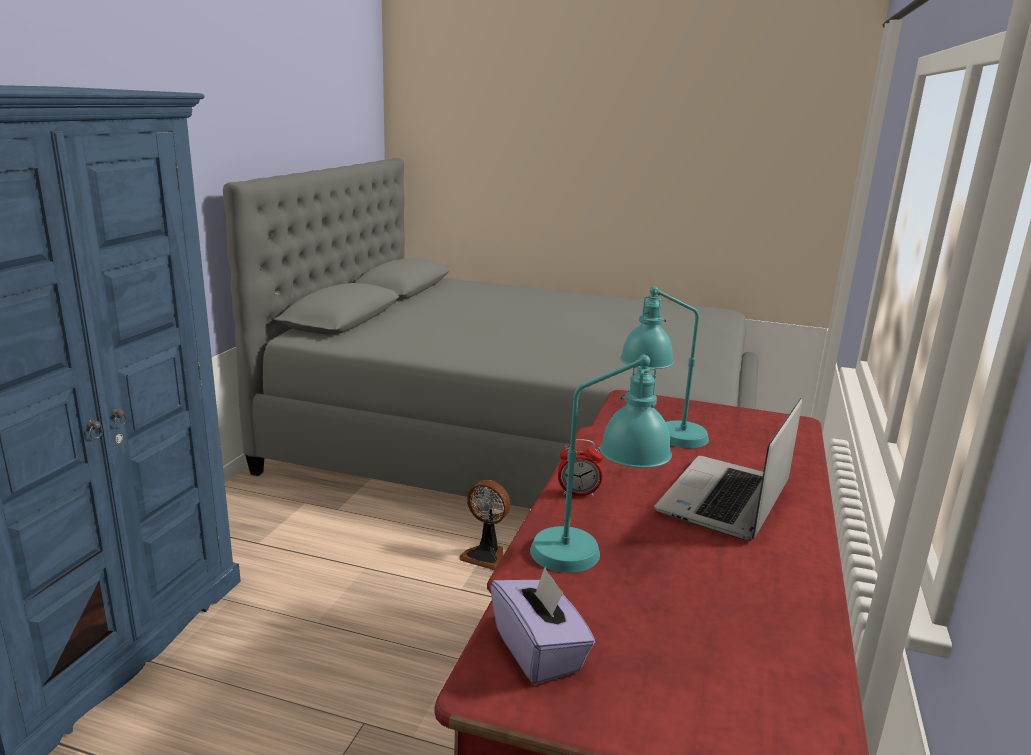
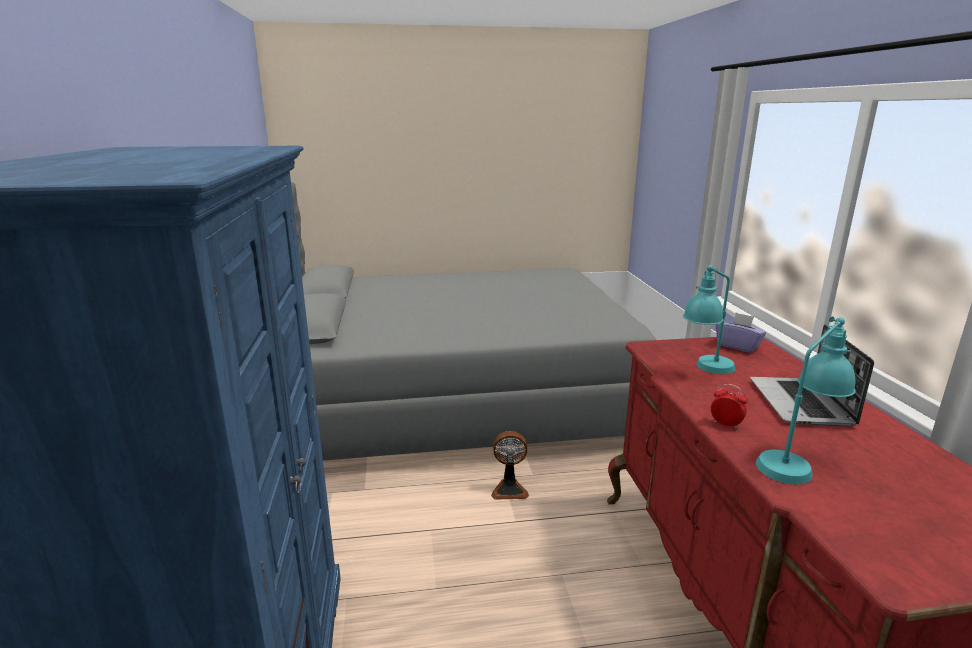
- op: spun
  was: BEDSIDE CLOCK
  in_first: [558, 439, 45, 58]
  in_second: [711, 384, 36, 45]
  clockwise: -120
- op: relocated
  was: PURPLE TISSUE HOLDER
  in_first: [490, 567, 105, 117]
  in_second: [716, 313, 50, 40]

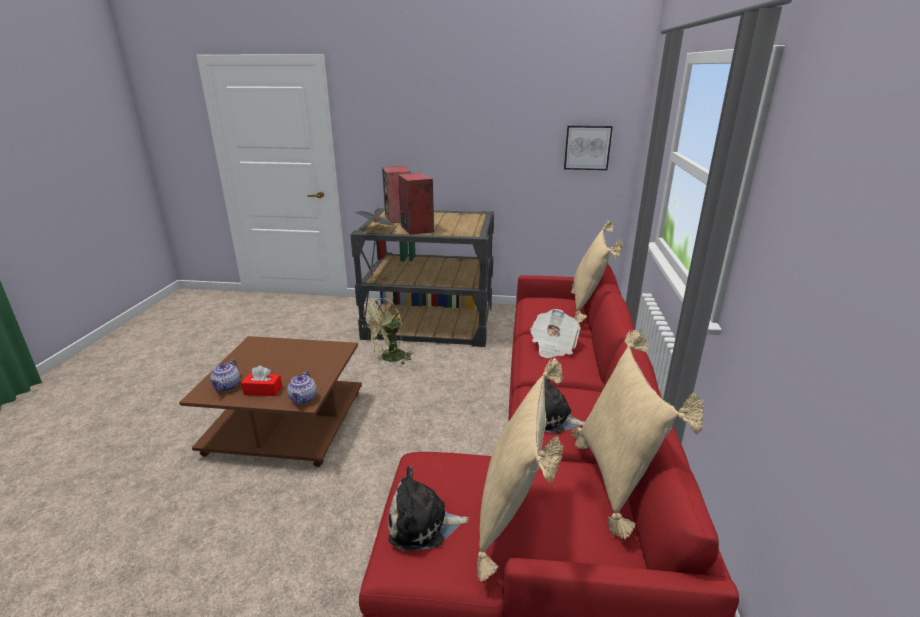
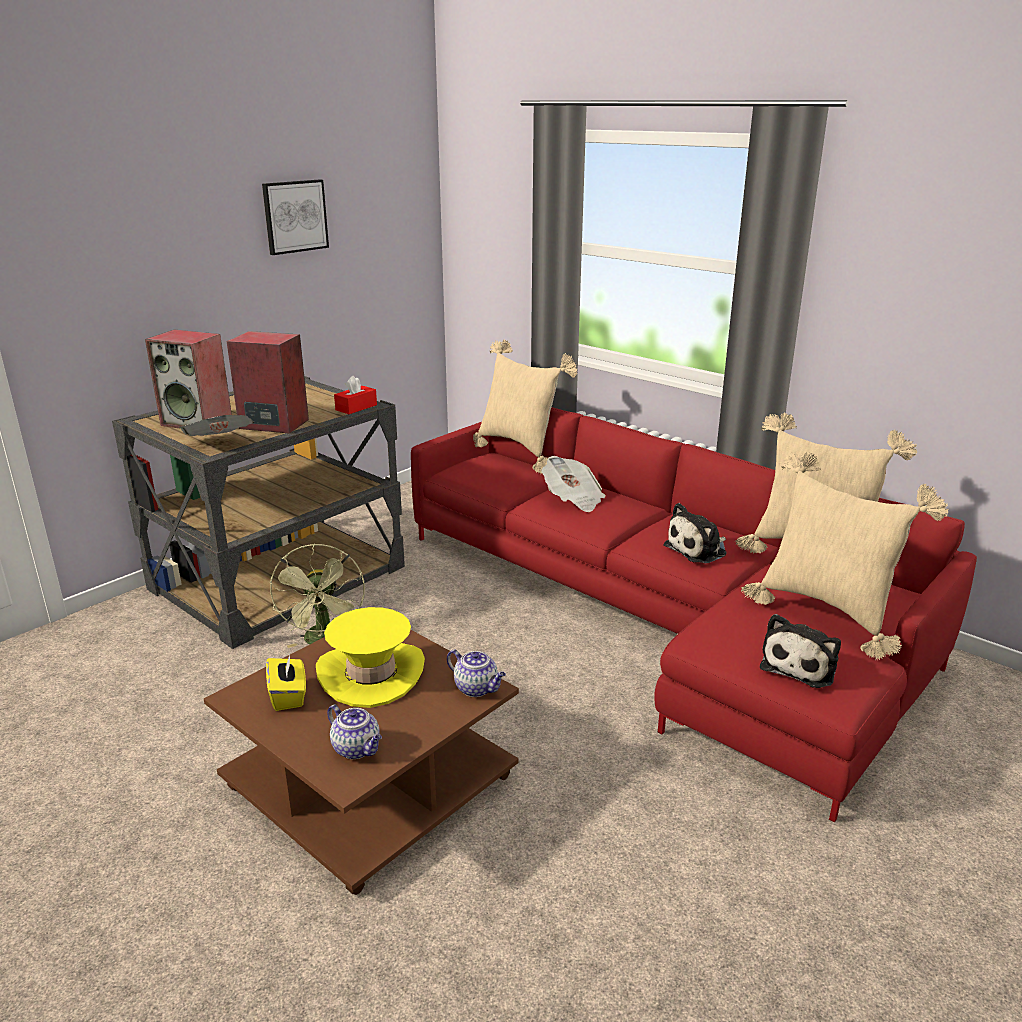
- op: relocated
  was: WALL ART
  in_first: [564, 126, 49, 44]
  in_second: [262, 179, 67, 76]
- op: relocated
  was: RED-COLOURED TISSUE HOLDER
  in_first: [241, 366, 41, 30]
  in_second: [334, 376, 43, 38]
- op: appeared
  now: YELLOWISH CLOTHING HAT
  in_second: [316, 607, 109, 101]
- op: appeared
  now: YELLOWISH TISSUE HOLDER
  in_second: [266, 654, 40, 57]

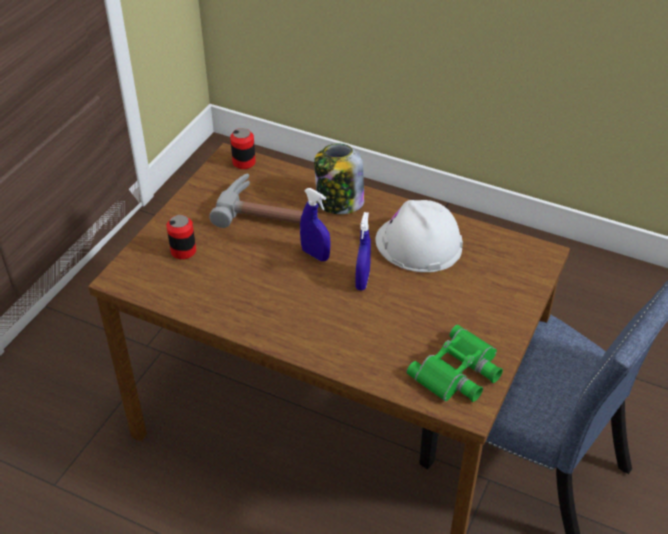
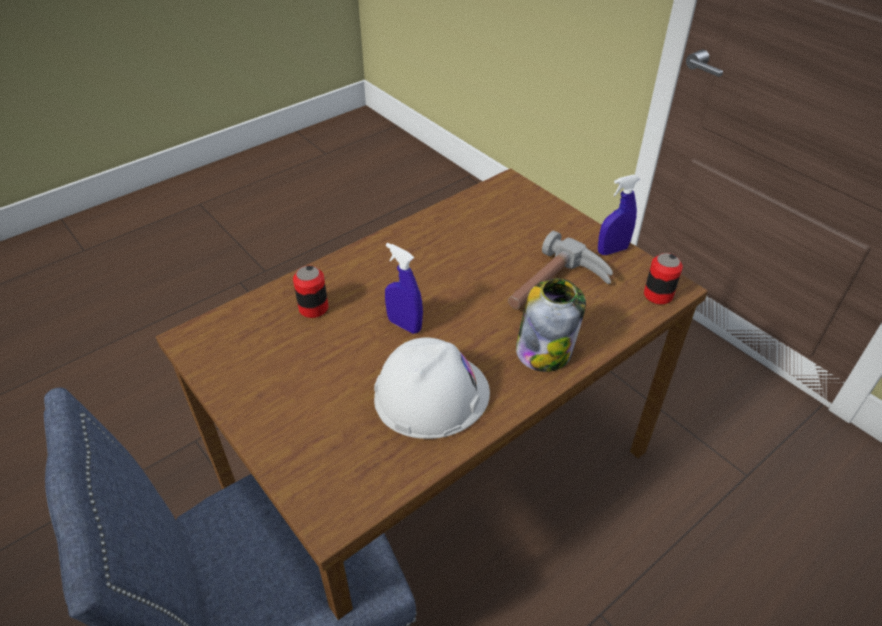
- op: relocated
  was: BLUE-COLOURED SPRAY BOTTLE
  in_first: [300, 188, 30, 73]
  in_second: [598, 174, 42, 81]
- op: relocated
  was: CAN
  in_first: [167, 215, 29, 44]
  in_second: [293, 266, 35, 52]
- op: missing
  was: GREEN BINOCULARS
  in_first: [407, 325, 96, 77]

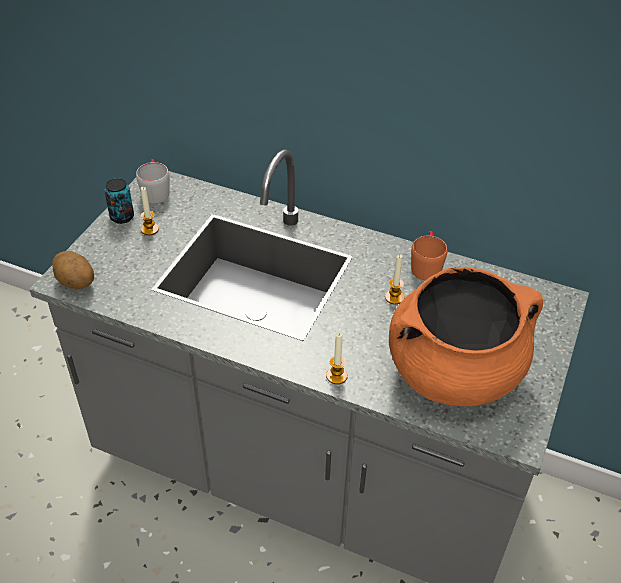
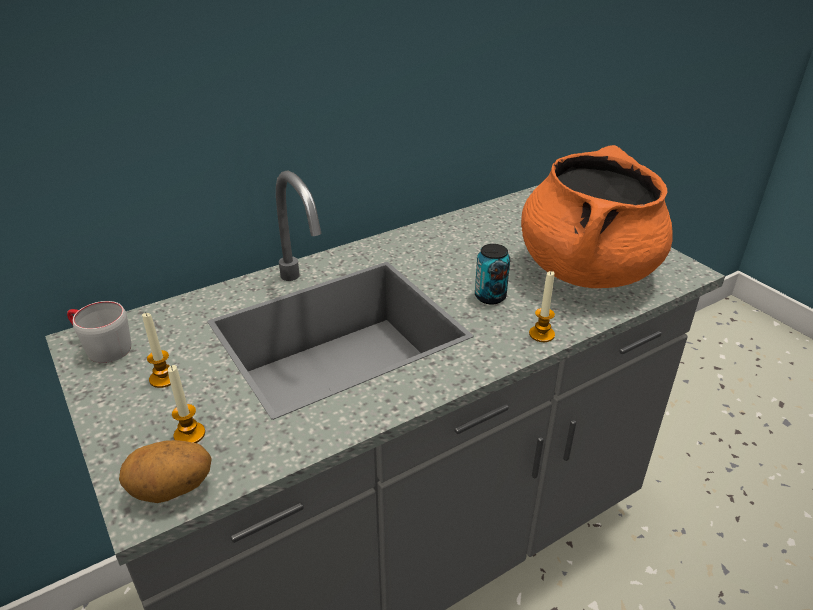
- op: relocated
  was: CAN
  in_first: [104, 178, 30, 46]
  in_second: [475, 244, 35, 61]
- op: missing
  was: ORANGEY COFFEE MUG
  in_first: [411, 231, 37, 49]
- op: relocated
  was: CANDLE
  in_first: [385, 254, 20, 50]
  in_second: [168, 365, 37, 78]

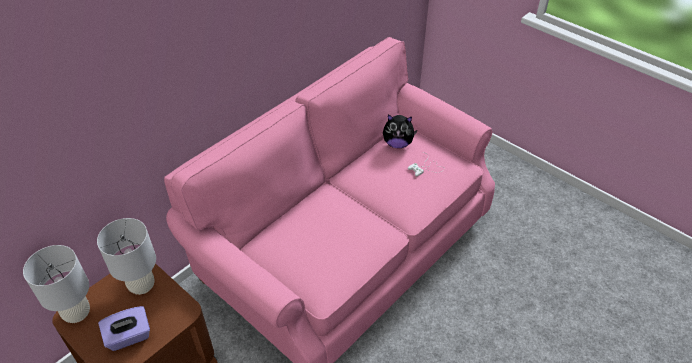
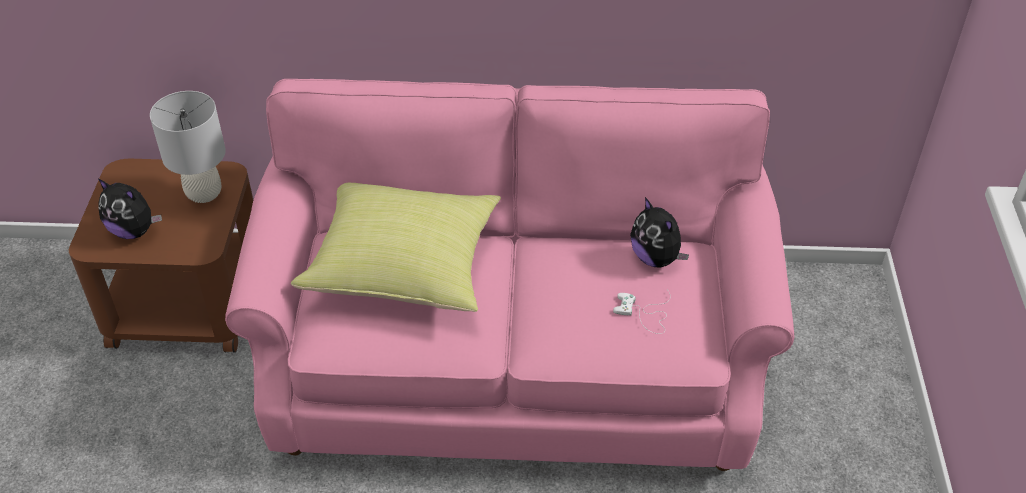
- op: missing
  was: GREY TABLETOP LAMP
  in_first: [23, 245, 67, 78]
- op: exchanged
  was: PURPLE TISSUE HOLDER
  now: CUDDLY TOY
  in_first: [98, 306, 52, 45]
  in_second: [98, 179, 64, 60]
- op: appeared
  now: YELLOWISH THROW PILLOW
  in_second: [291, 182, 210, 130]

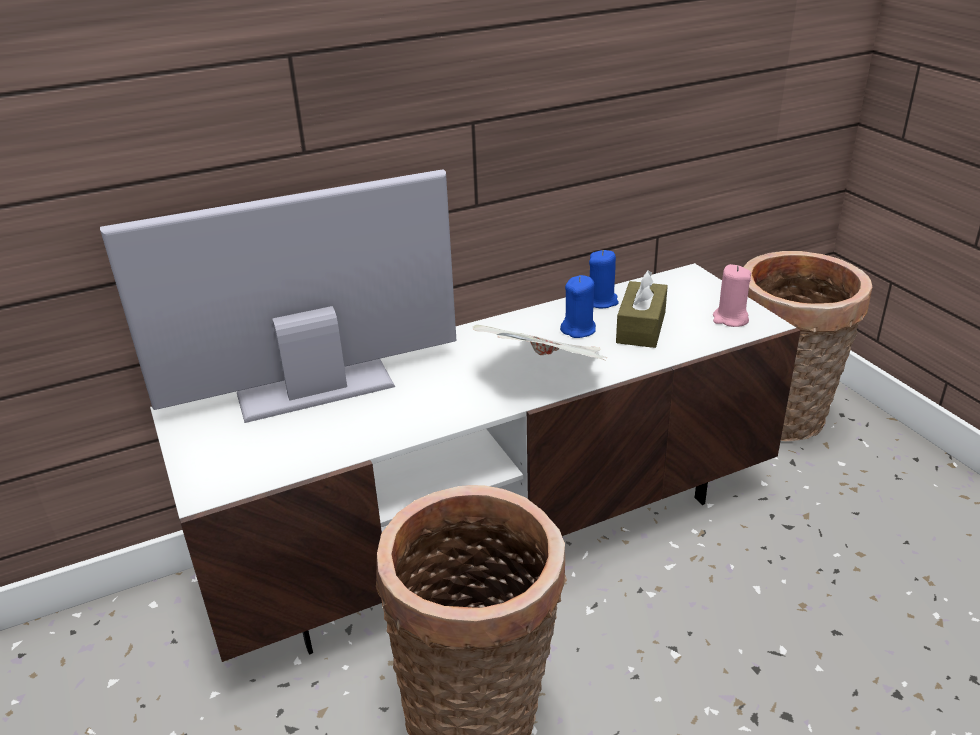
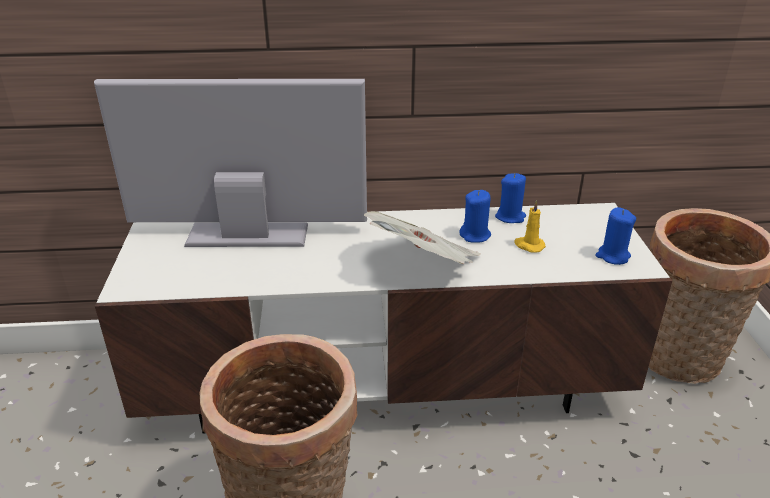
- op: colour
  was: PINK CANDLE
  now: BLUE-COLOURED CANDLE
  in_first: [713, 264, 38, 63]
  in_second: [596, 207, 40, 58]
- op: exchanged
  was: BROWN-COLOURED TISSUE HOLDER
  now: YELLOWISH CANDLE
  in_first: [616, 270, 52, 78]
  in_second: [514, 200, 32, 53]

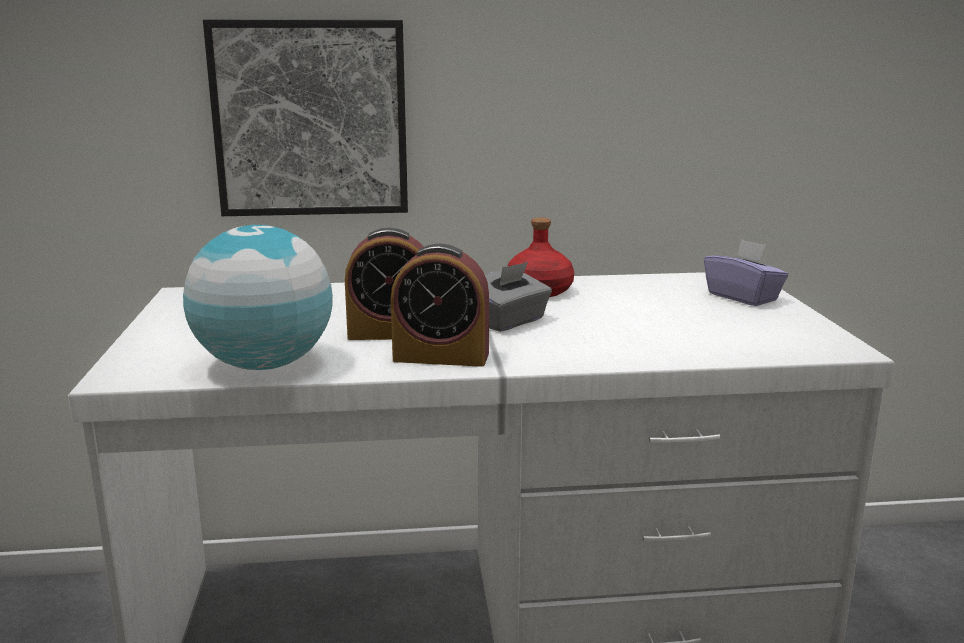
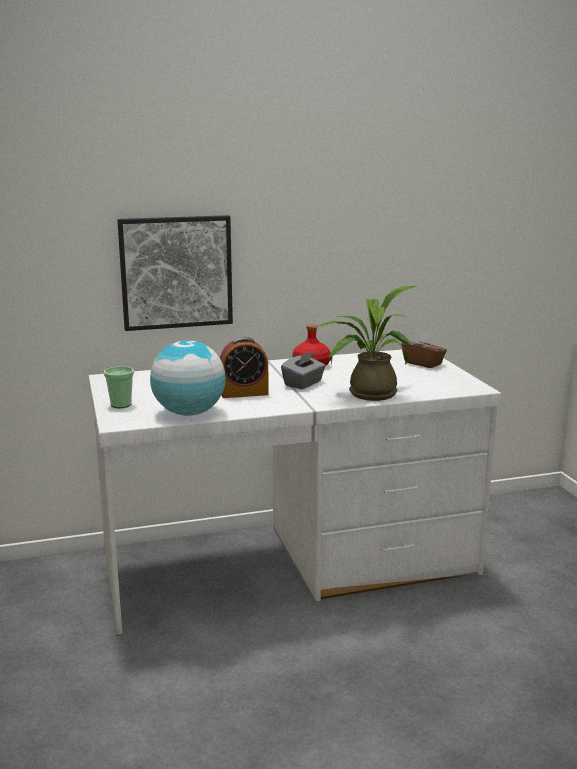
- op: colour
  was: PURPLE TISSUE HOLDER
  now: BROWN-COLOURED TISSUE HOLDER
  in_first: [704, 239, 84, 67]
  in_second: [401, 332, 46, 36]
- op: missing
  was: BEDSIDE CLOCK
  in_first: [391, 243, 98, 124]
- op: appeared
  now: PLANT IN A POT
  in_second: [313, 286, 104, 115]
- op: appeared
  now: DRINKING CUP
  in_second: [104, 366, 30, 42]

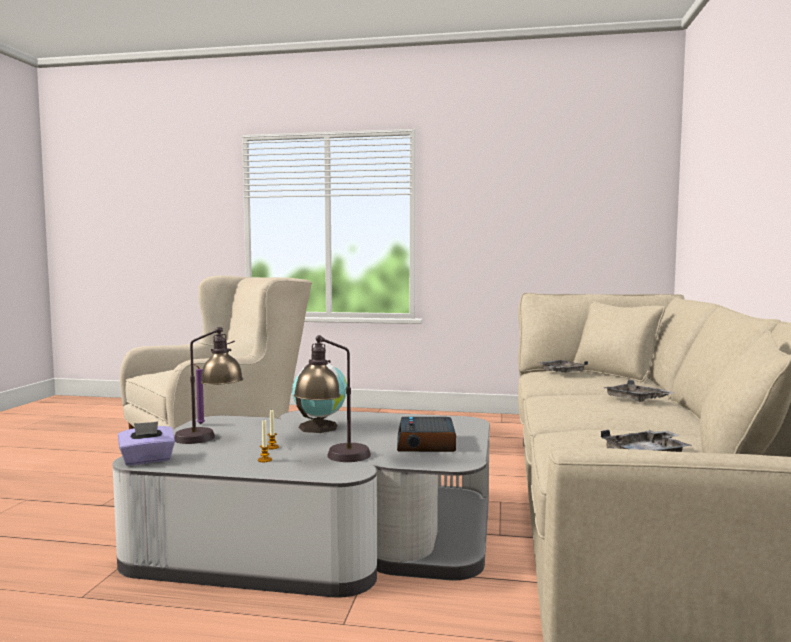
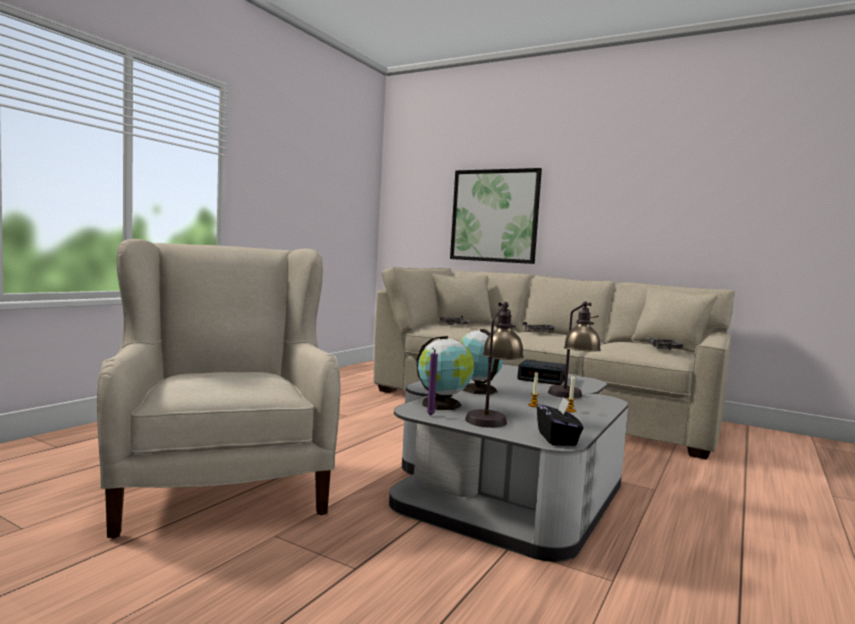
- op: colour
  was: PURPLE TISSUE HOLDER
  now: BLACKISH TISSUE HOLDER
  in_first: [118, 421, 57, 45]
  in_second: [537, 397, 47, 49]
- op: appeared
  now: WALL ART
  in_second: [450, 168, 92, 96]
- op: appeared
  now: DESK GLOBE
  in_second: [417, 336, 57, 74]

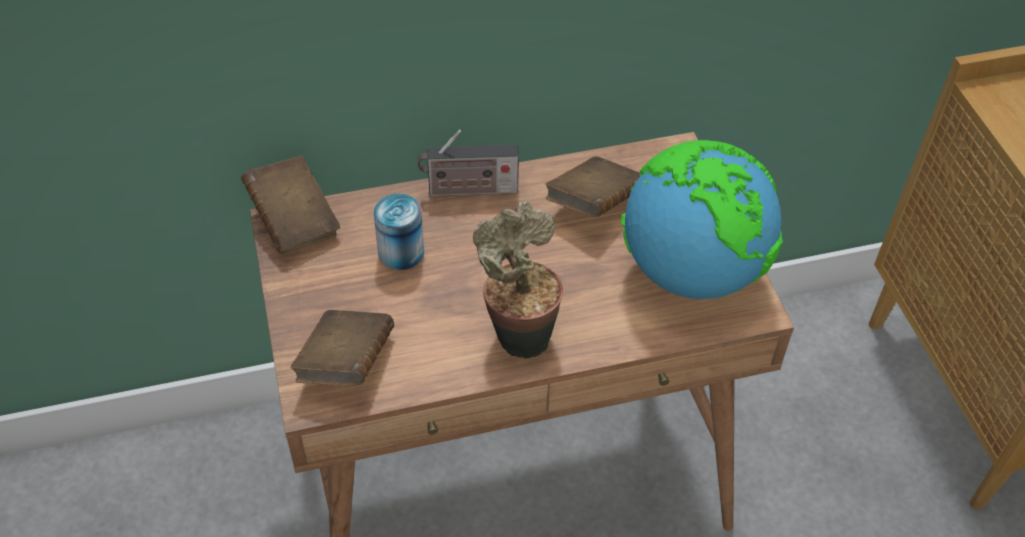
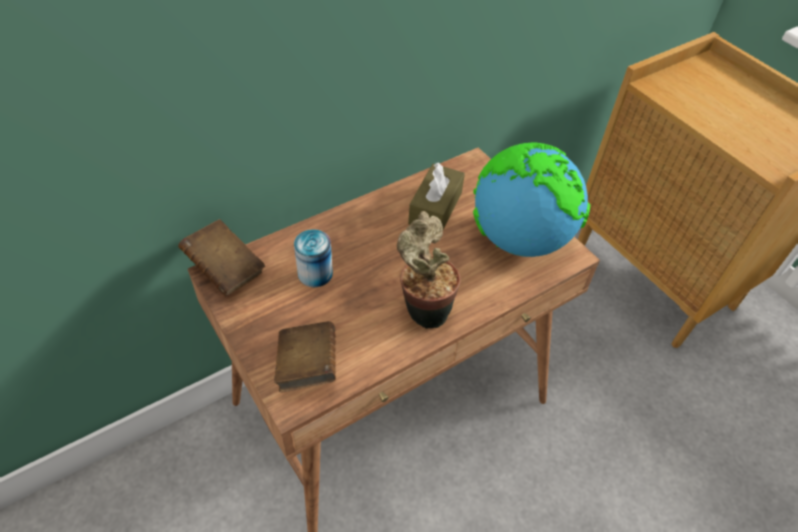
- op: missing
  was: RADIO RECEIVER
  in_first: [418, 130, 101, 66]
- op: exchanged
  was: BROWN-COLOURED VOLUME
  now: BROWN-COLOURED TISSUE HOLDER
  in_first: [545, 156, 95, 61]
  in_second: [408, 162, 57, 68]

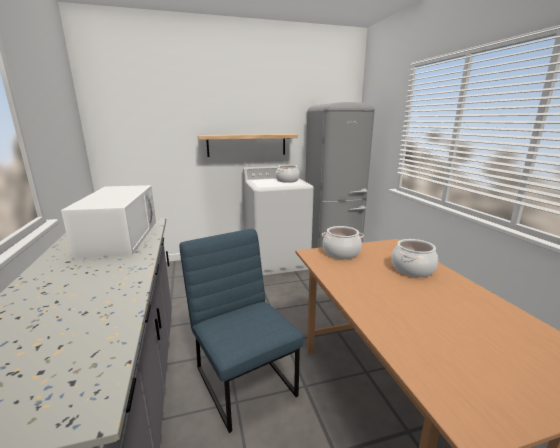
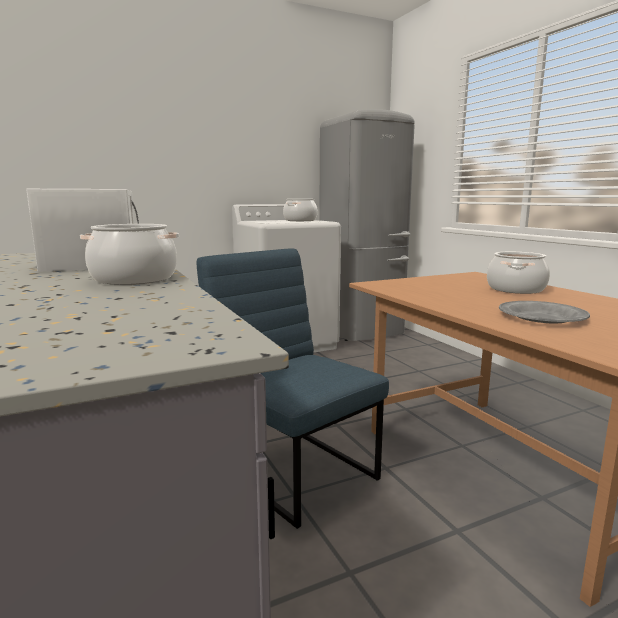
- op: missing
  was: WALL SHELF
  in_first: [198, 134, 100, 23]
- op: relocated
  was: COOKING POT
  in_first: [322, 226, 42, 33]
  in_second: [80, 224, 99, 61]
- op: appeared
  now: GREY PLATE
  in_second: [499, 301, 91, 22]

